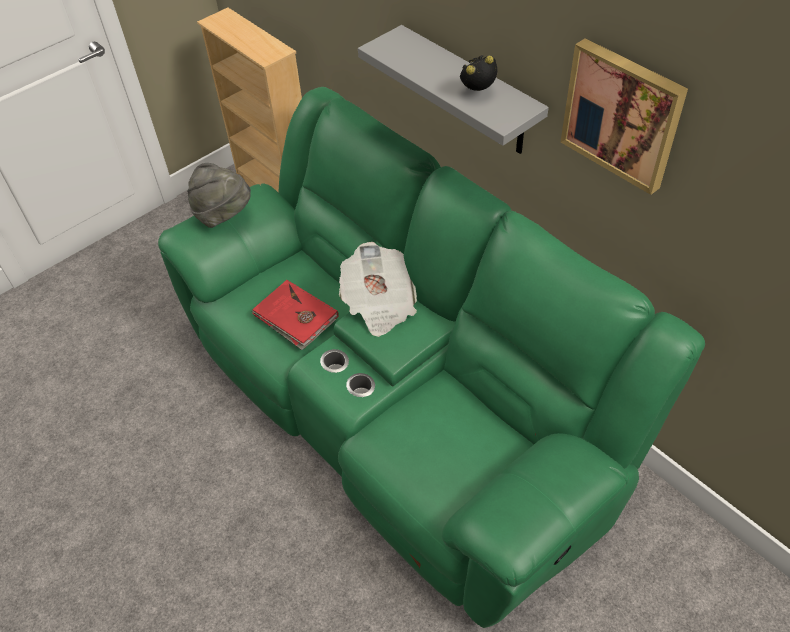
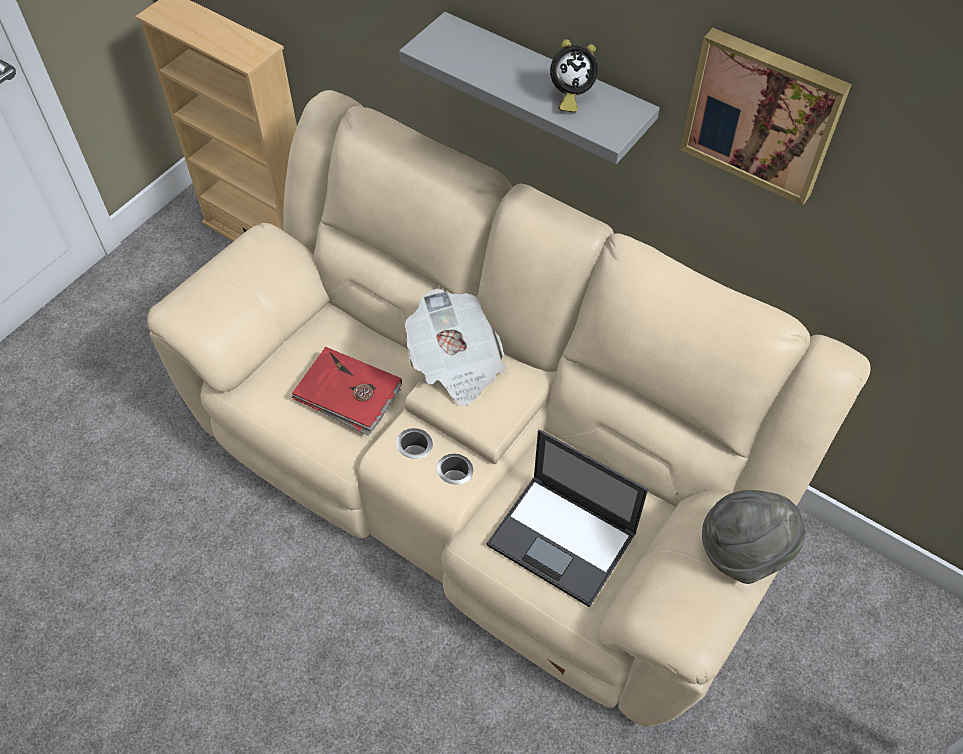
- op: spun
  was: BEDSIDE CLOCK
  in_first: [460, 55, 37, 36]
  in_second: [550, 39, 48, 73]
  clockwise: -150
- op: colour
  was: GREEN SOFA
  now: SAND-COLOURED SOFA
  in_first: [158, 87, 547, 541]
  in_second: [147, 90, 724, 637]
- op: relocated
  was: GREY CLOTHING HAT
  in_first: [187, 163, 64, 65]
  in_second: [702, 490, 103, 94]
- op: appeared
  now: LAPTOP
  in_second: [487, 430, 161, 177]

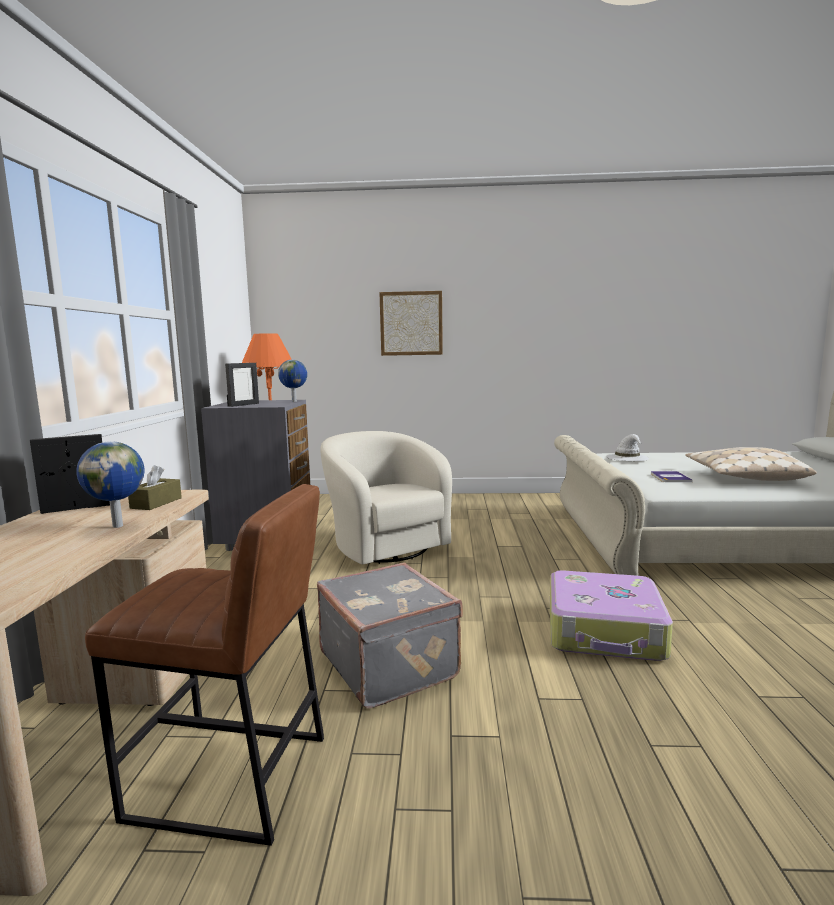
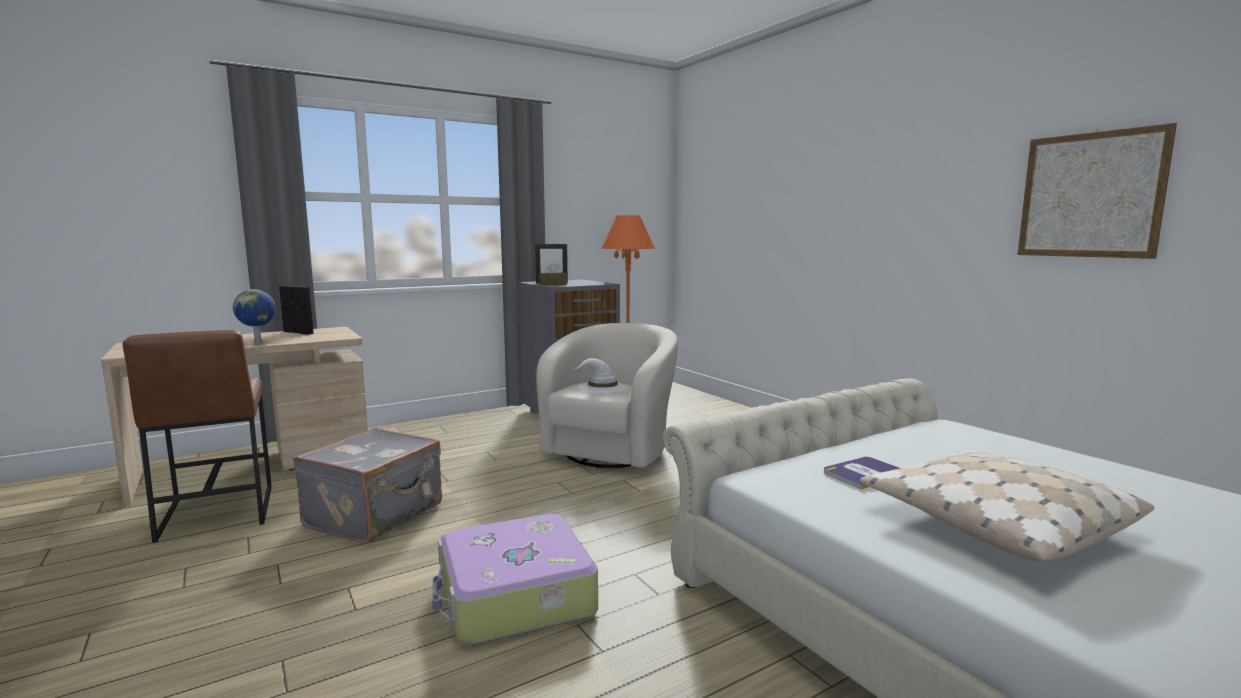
- op: relocated
  was: WALL ART
  in_first: [379, 290, 64, 66]
  in_second: [1017, 123, 160, 136]
- op: missing
  was: DESK GLOBE
  in_first: [278, 360, 29, 42]
- op: relocated
  was: WHITE-COLOURED CLOTHING HAT
  in_first: [606, 434, 43, 27]
  in_second: [574, 358, 54, 36]
- op: relocated
  was: BROWN-COLOURED TISSUE HOLDER
  in_first: [128, 465, 54, 45]
  in_second: [539, 262, 28, 23]

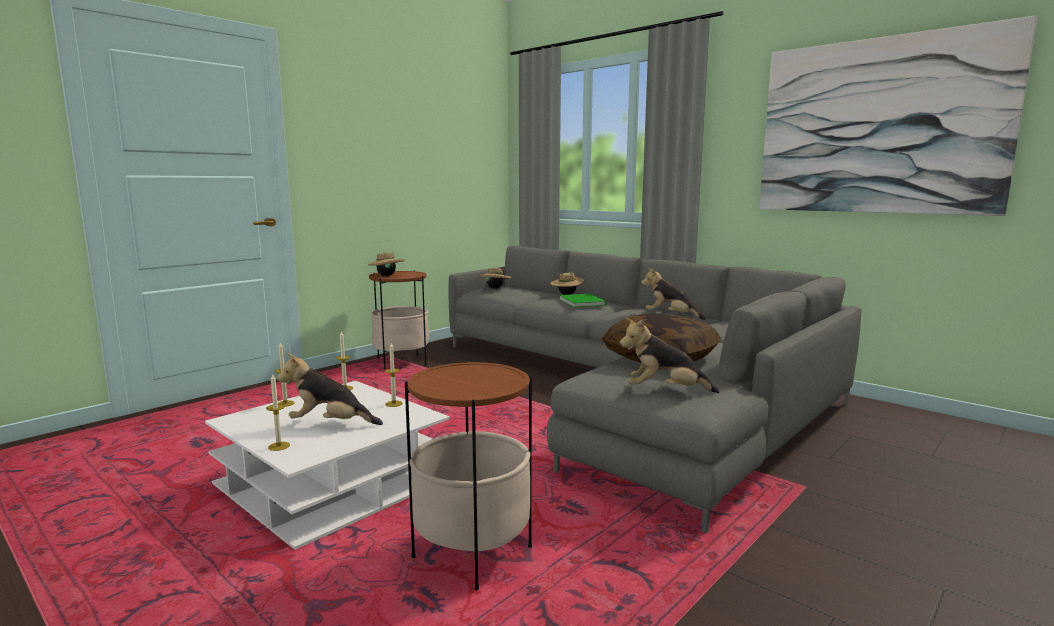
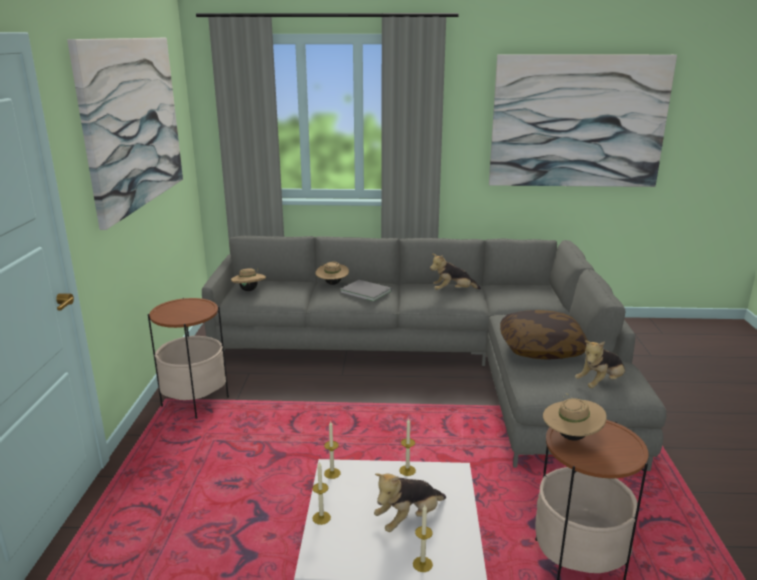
- op: relocated
  was: SAND-COLOURED CLOTHING HAT
  in_first: [368, 253, 37, 23]
  in_second: [543, 393, 64, 48]
- op: colour
  was: GREEN VOLUME
  now: GREY VOLUME
  in_first: [559, 294, 47, 13]
  in_second: [340, 280, 52, 22]
- op: appeared
  now: WALL ART
  in_second: [67, 38, 116, 192]

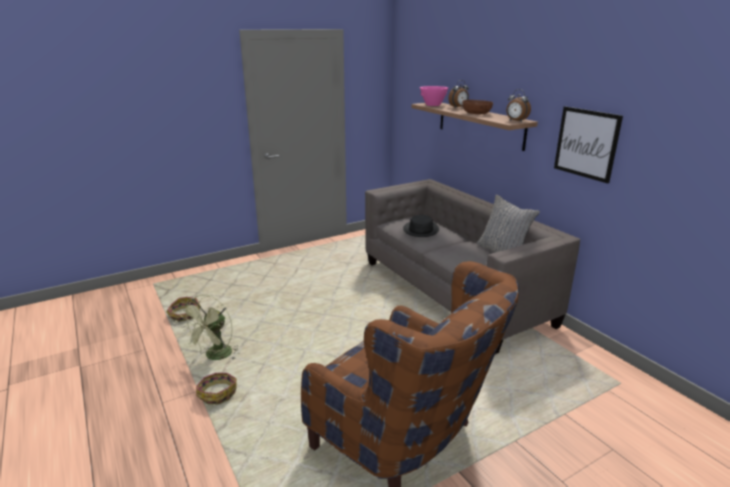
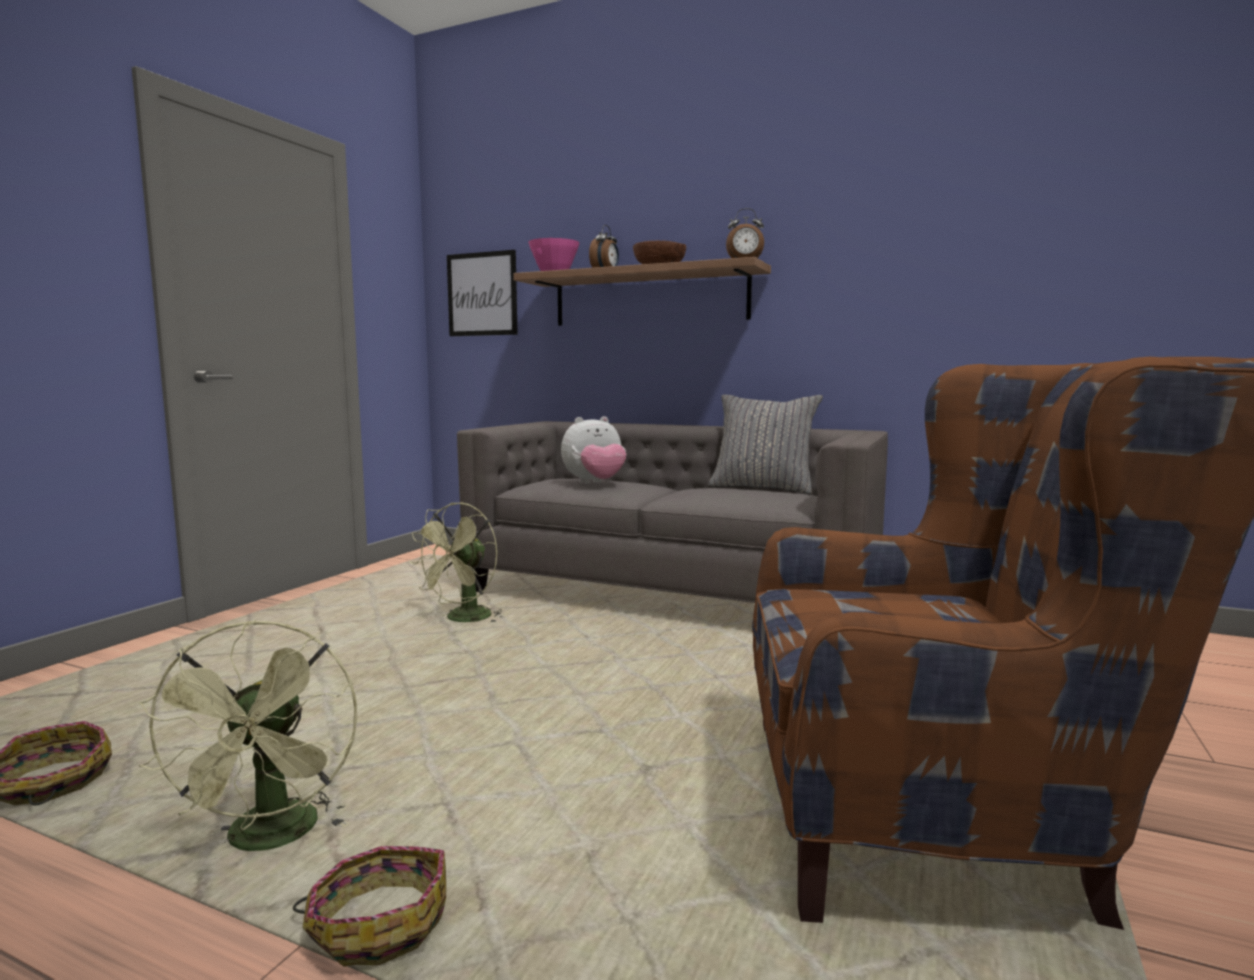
- op: relocated
  was: WALL ART
  in_first: [554, 106, 69, 77]
  in_second: [447, 250, 71, 86]
- op: exchanged
  was: BLACKISH CLOTHING HAT
  now: CUDDLY TOY
  in_first: [403, 215, 36, 22]
  in_second: [561, 416, 65, 68]
- op: appeared
  now: GREEN FAN
  in_second: [409, 502, 93, 121]

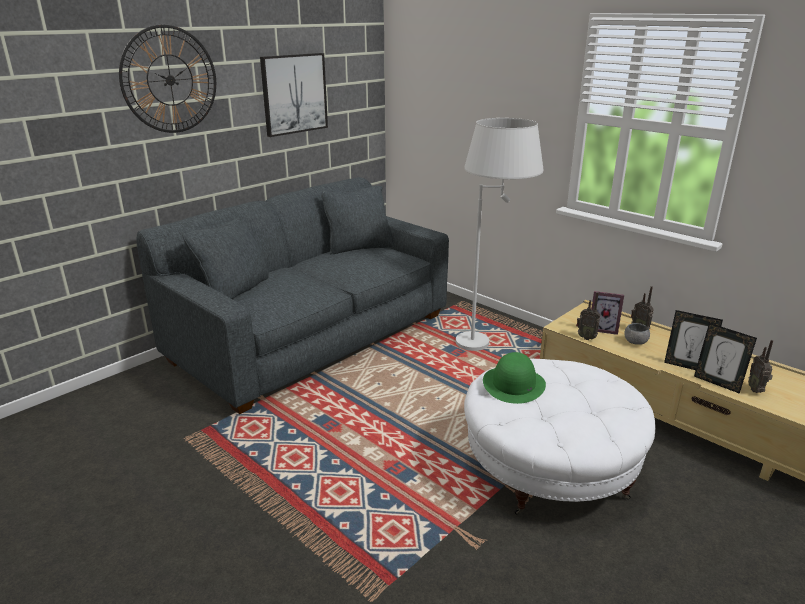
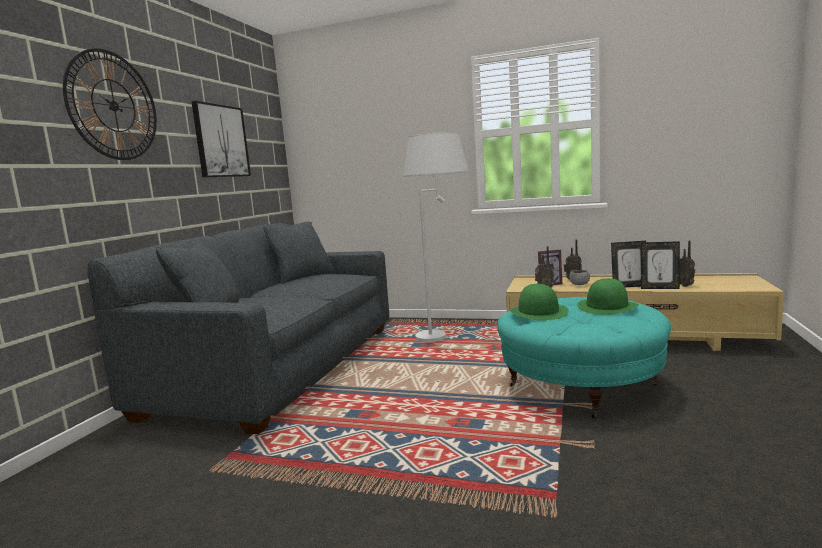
- op: colour
  was: WHITE-COLOURED POUFFE
  now: TURQUOISE-COLOURED POUFFE
  in_first: [464, 359, 192, 155]
  in_second: [497, 297, 174, 121]
- op: appeared
  now: GREEN CLOTHING HAT
  in_second: [577, 278, 61, 37]

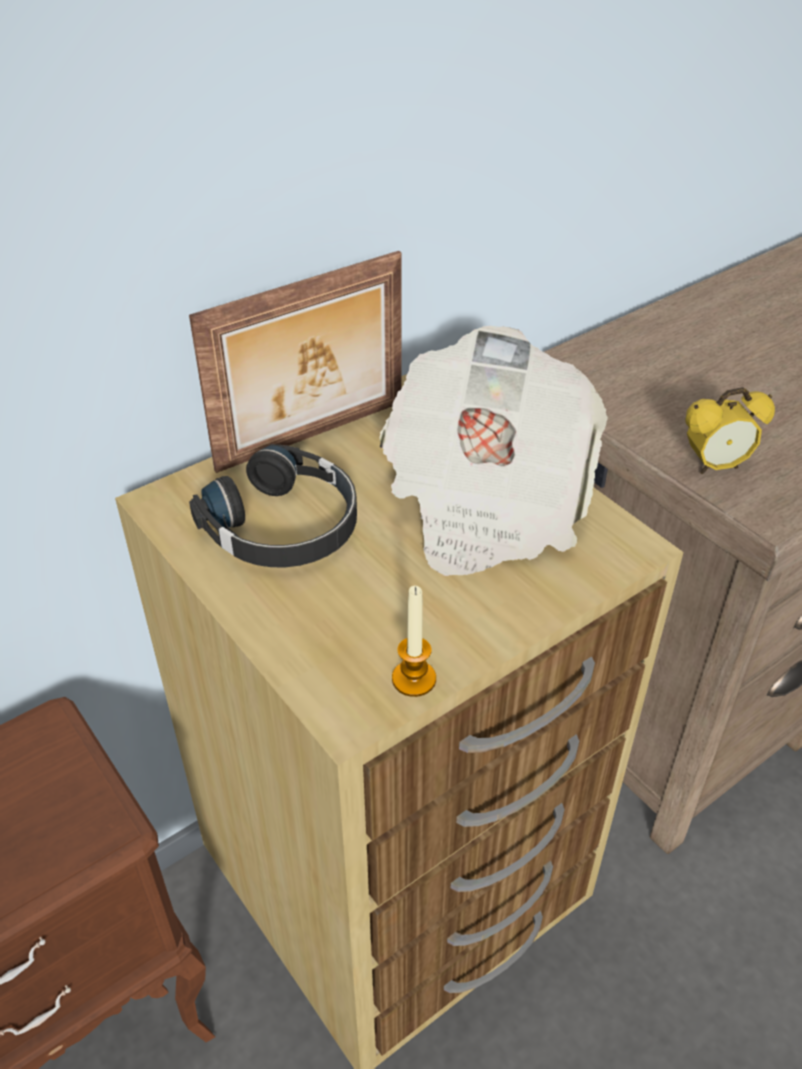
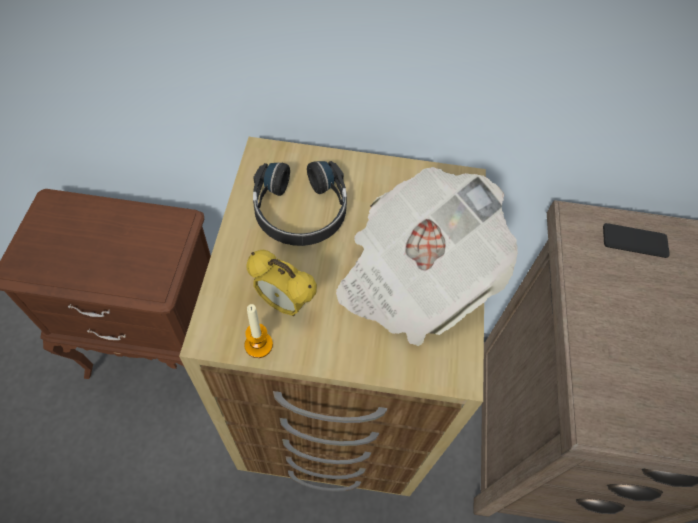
- op: missing
  was: STANDING FRAME
  in_first: [189, 251, 212, 222]
- op: relocated
  was: BEDSIDE CLOCK
  in_first: [685, 387, 90, 87]
  in_second: [247, 250, 70, 66]
- op: appeared
  now: PHONE
  in_second: [603, 223, 67, 35]

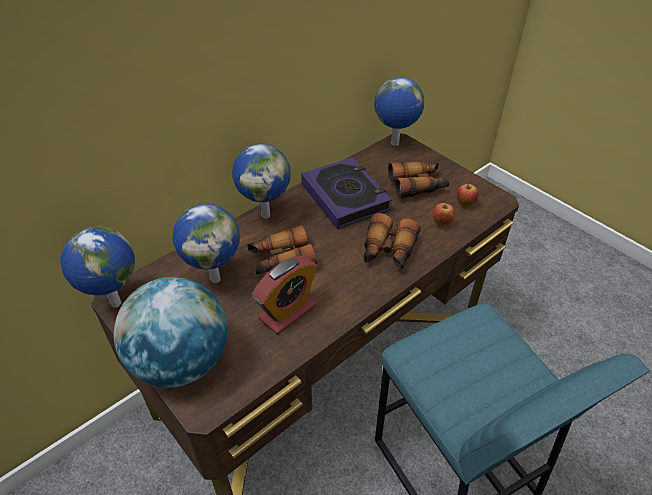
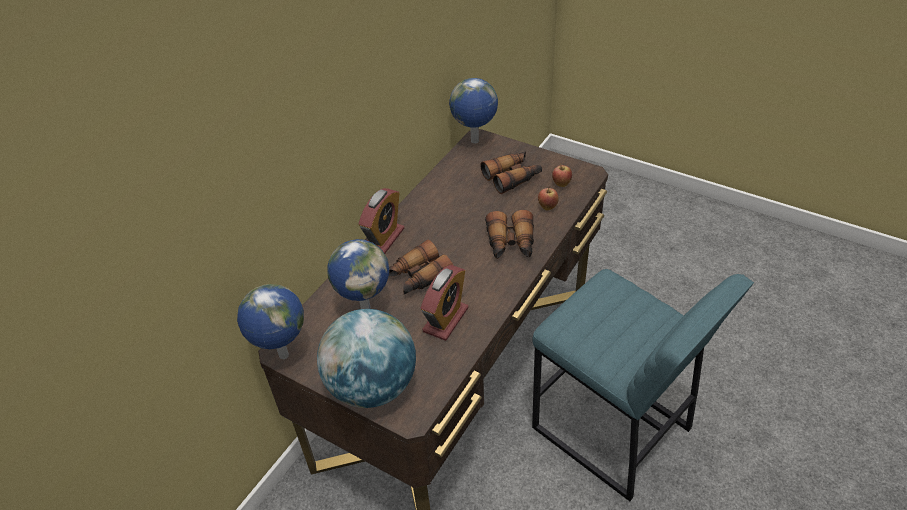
- op: exchanged
  was: DESK GLOBE
  now: BEDSIDE CLOCK
  in_first: [232, 144, 59, 74]
  in_second: [358, 188, 46, 66]
- op: missing
  was: VOLUME
  in_first: [301, 157, 91, 72]

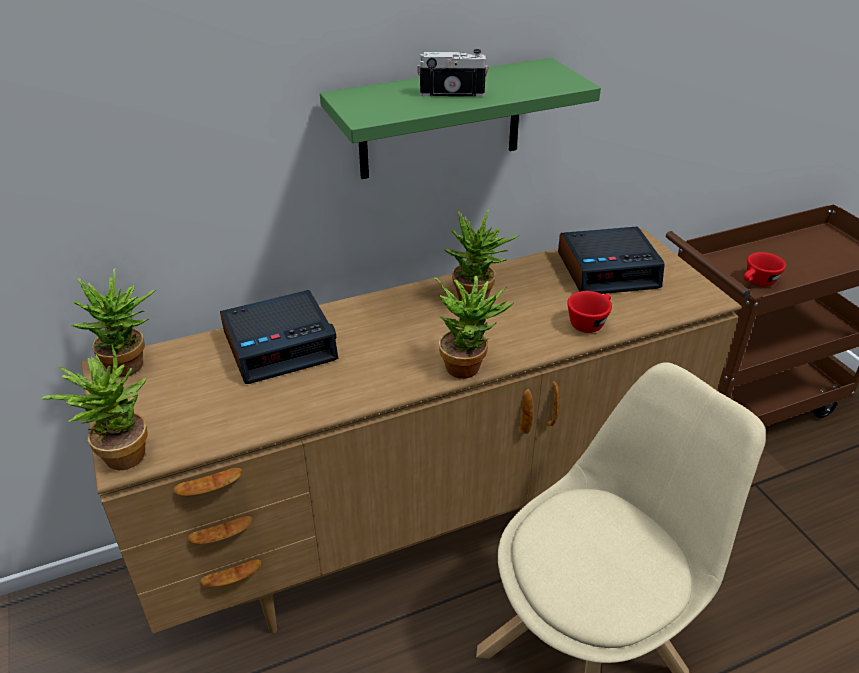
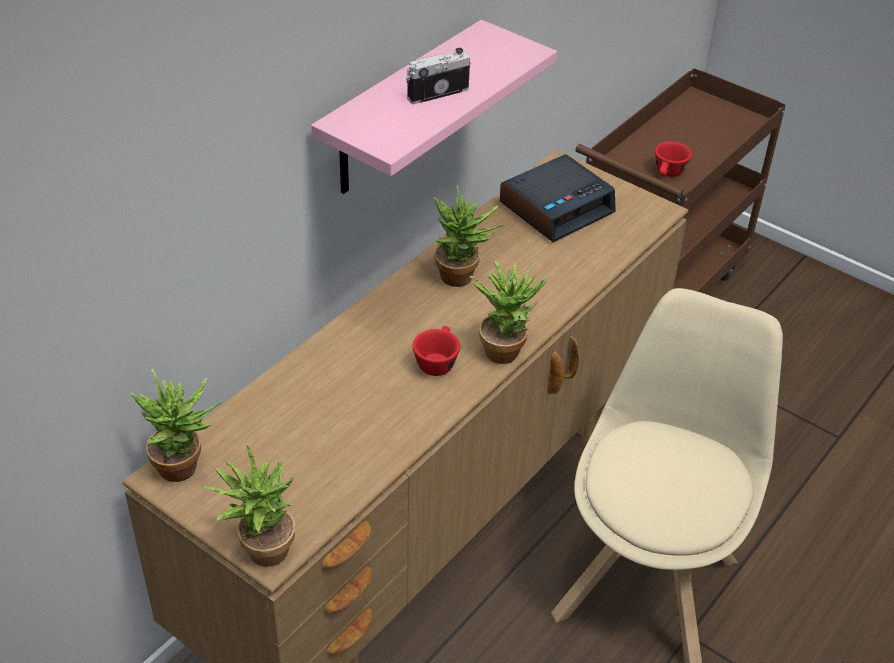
- op: colour
  was: GREEN WALL SHELF
  now: PINK WALL SHELF
  in_first: [320, 58, 281, 121]
  in_second: [311, 20, 246, 174]
- op: missing
  was: BEDSIDE CLOCK
  in_first: [220, 290, 118, 94]
- op: relocated
  was: RED-COLOURED DRINKING CUP
  in_first: [567, 291, 45, 42]
  in_second: [413, 326, 47, 50]

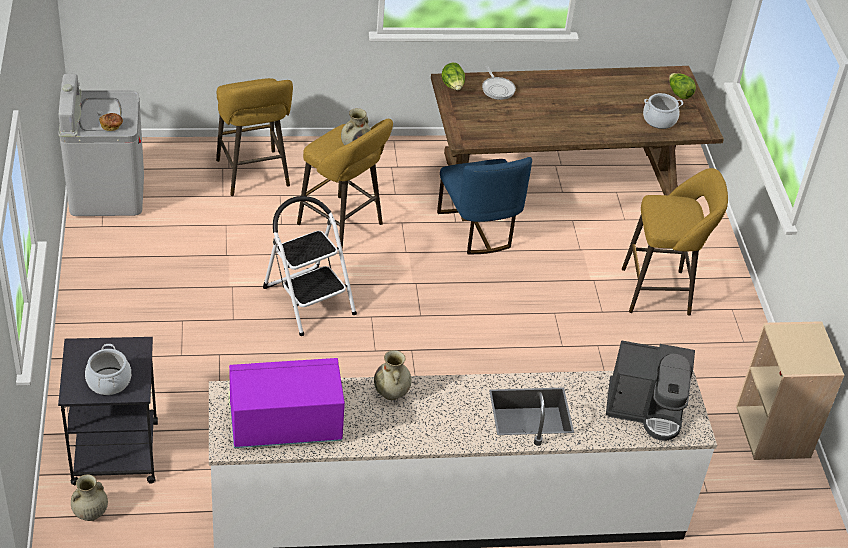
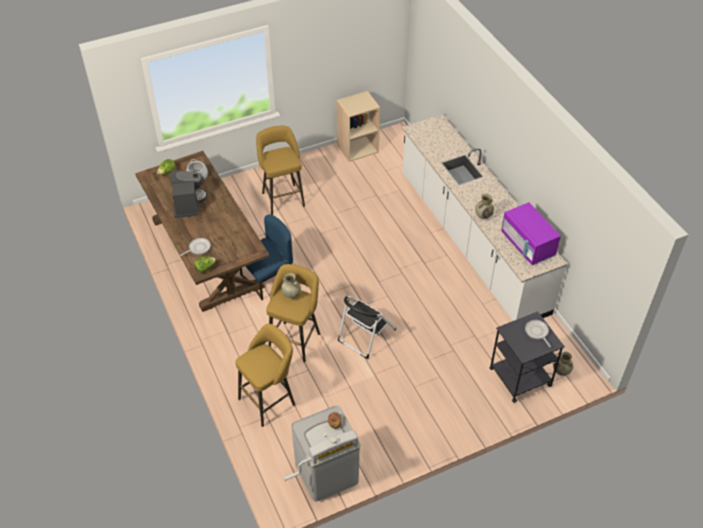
- op: relocated
  was: COFFEE BREWER
  in_first: [606, 340, 89, 101]
  in_second: [171, 170, 36, 48]
- op: exchanged
  was: COOKING POT
  now: FRYING PAN
  in_first: [85, 344, 46, 51]
  in_second: [525, 320, 26, 27]

